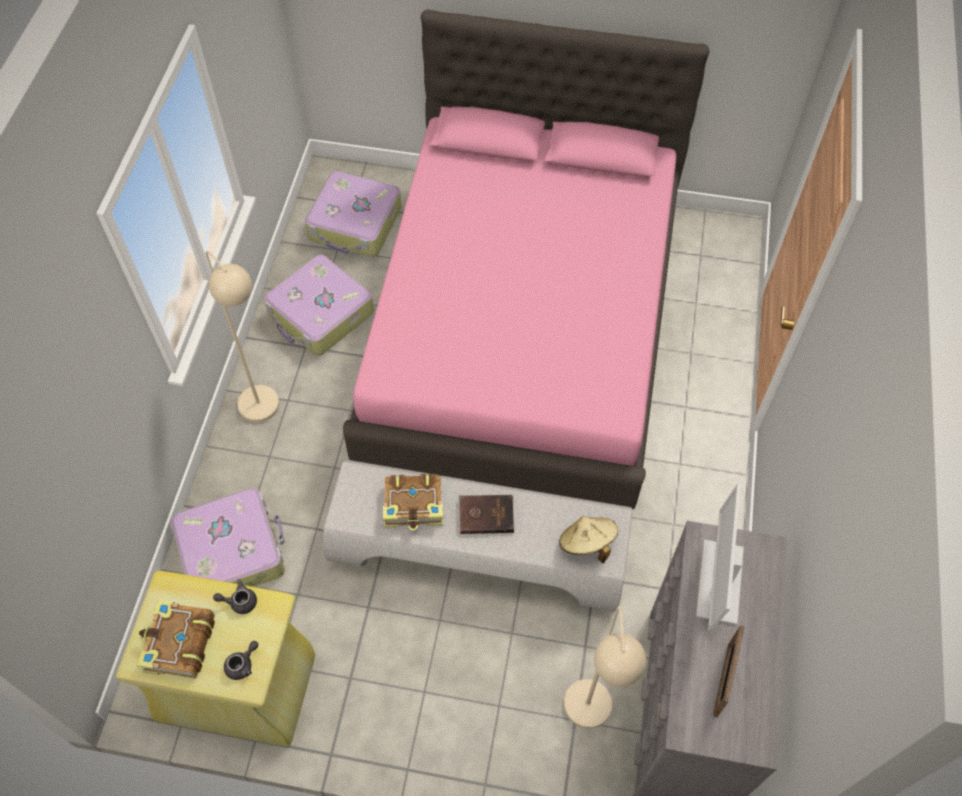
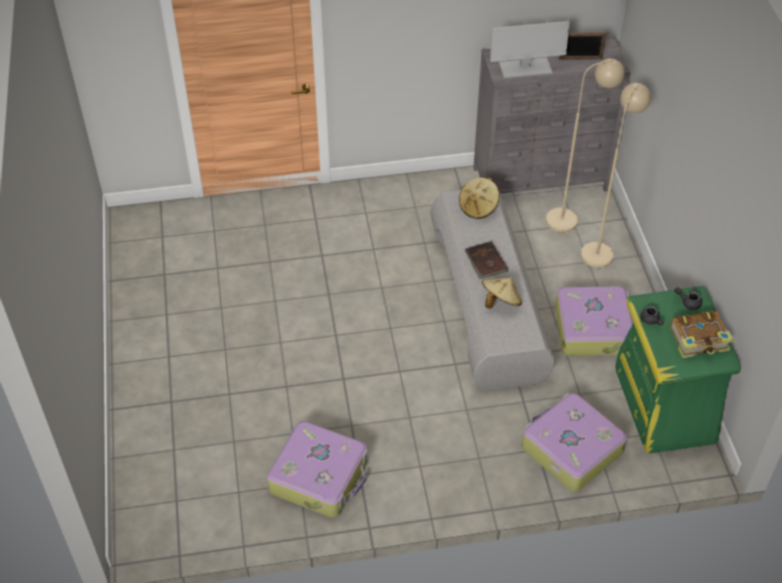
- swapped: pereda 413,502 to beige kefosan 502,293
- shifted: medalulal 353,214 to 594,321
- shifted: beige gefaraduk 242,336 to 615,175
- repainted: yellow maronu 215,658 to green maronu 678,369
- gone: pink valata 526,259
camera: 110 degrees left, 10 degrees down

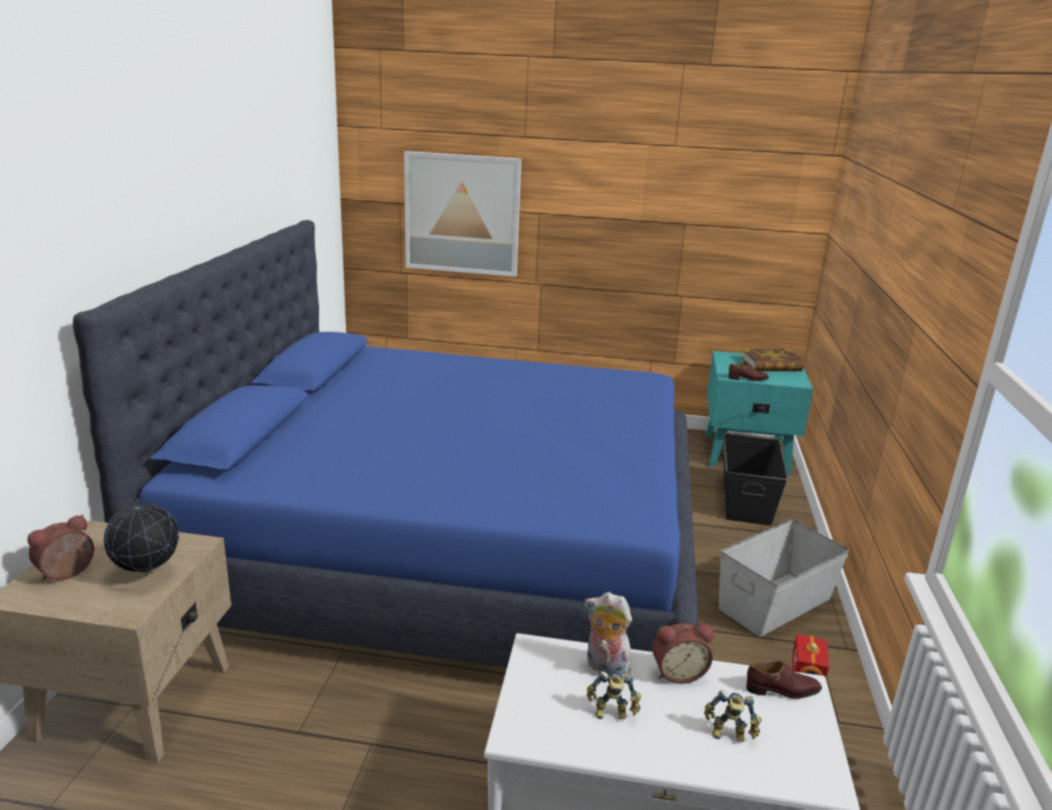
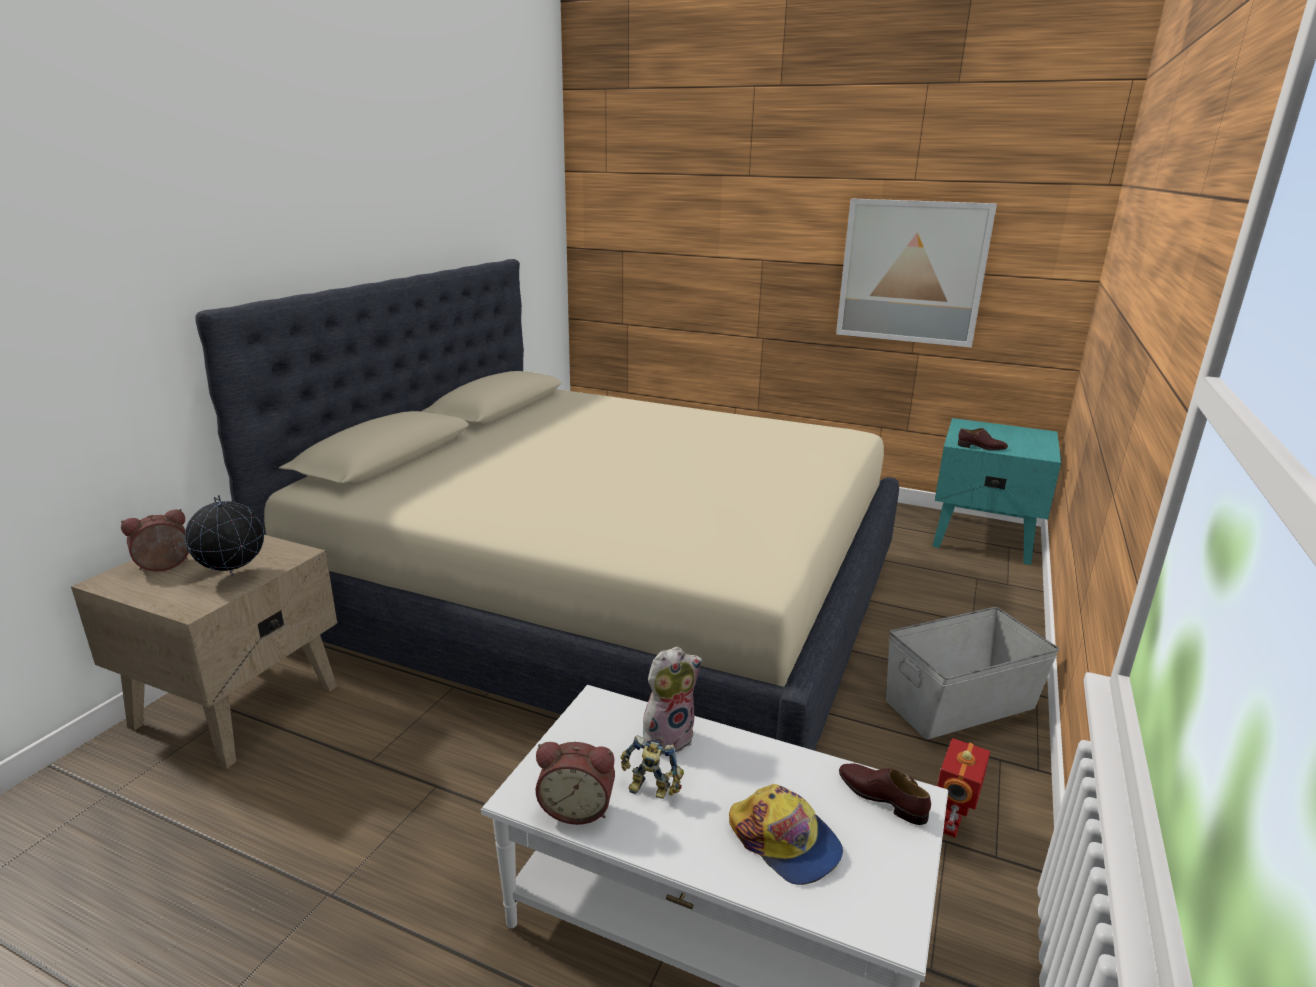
- repainted: blue valata 385,443 to beige valata 547,505
- shifted: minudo 683,653 to 575,783
- rotated: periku 608,635 = 672,700 105 degrees clockwise
- swapped: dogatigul 732,716 to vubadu 786,834
- shifted: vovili 462,214 to 916,273
- rotated: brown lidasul 784,680 = 885,794 150 degrees counterclockwise
- gone: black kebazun 755,479
- gone: pereda 772,359
camera: 15 degrees right, 0 degrees up

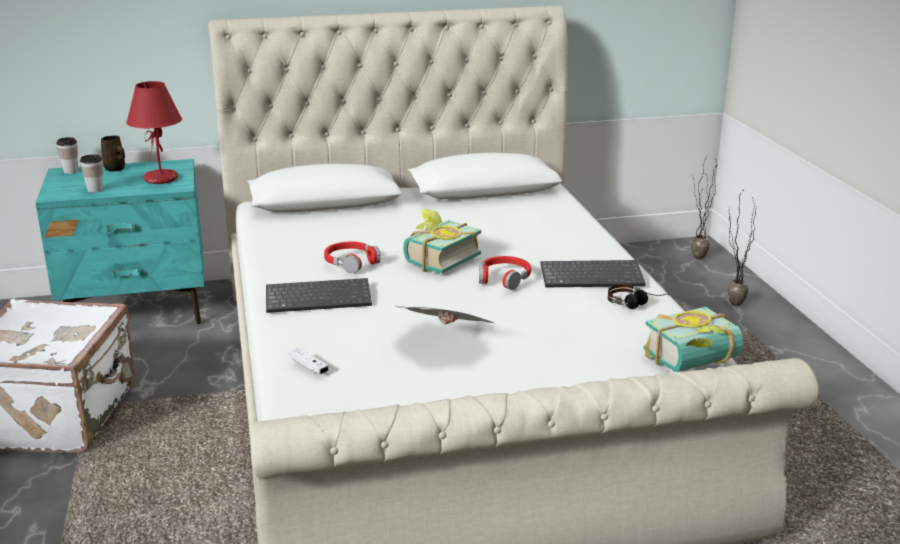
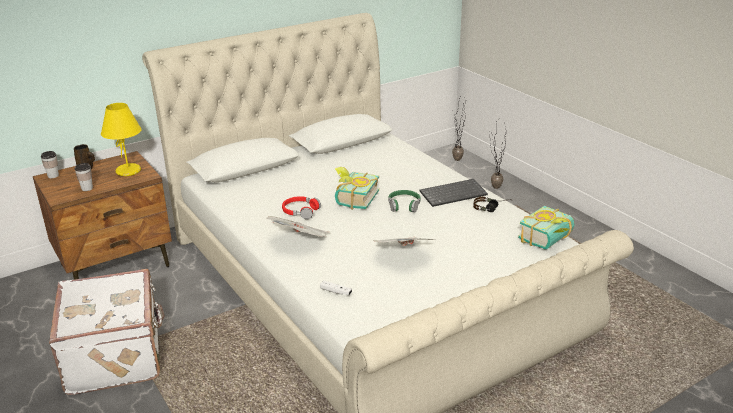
- repainted: turquoise maronu 120,241 to brown maronu 102,215
- repainted: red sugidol 154,132 to yellow sugidol 121,139
- swapped: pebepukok 319,295 to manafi 298,226
- repainted: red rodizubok 505,273 to green rodizubok 404,201
camera: 20 degrees left, 5 degrees up

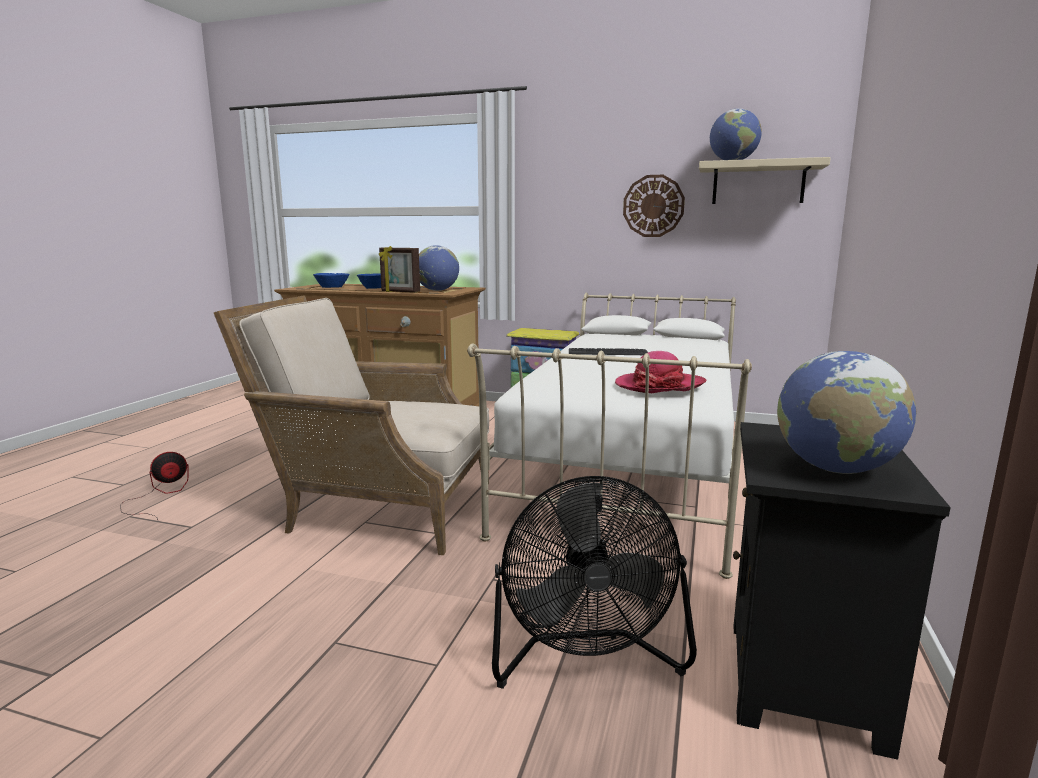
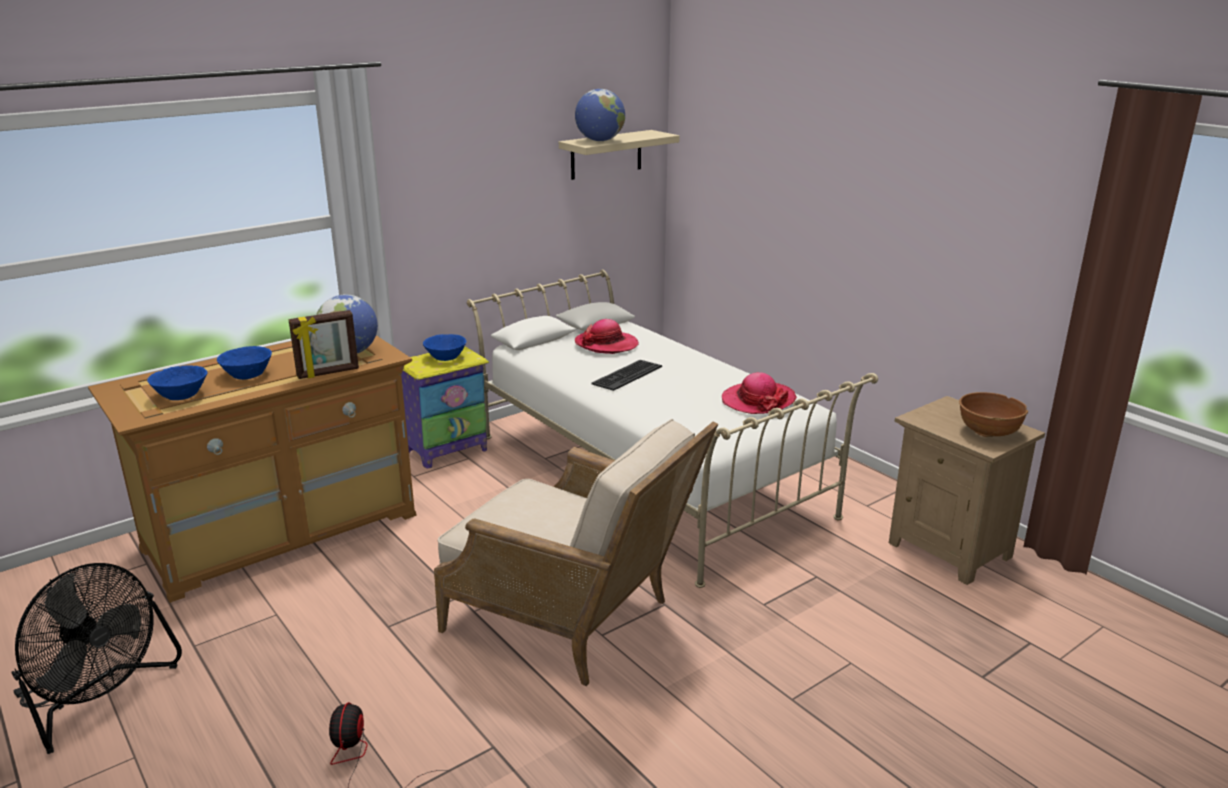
- shifted: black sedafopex 594,582 to 96,658
- new: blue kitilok 444,347
- rotated: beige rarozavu 351,425 = 576,552 105 degrees counterclockwise
- new: kefosan 607,336
- repainted: black maronu 842,591 to beige maronu 967,490
- swapped: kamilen 847,412 to brown kitilok 993,414
- gone: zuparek 654,206
camera: 55 degrees left, 10 degrees up

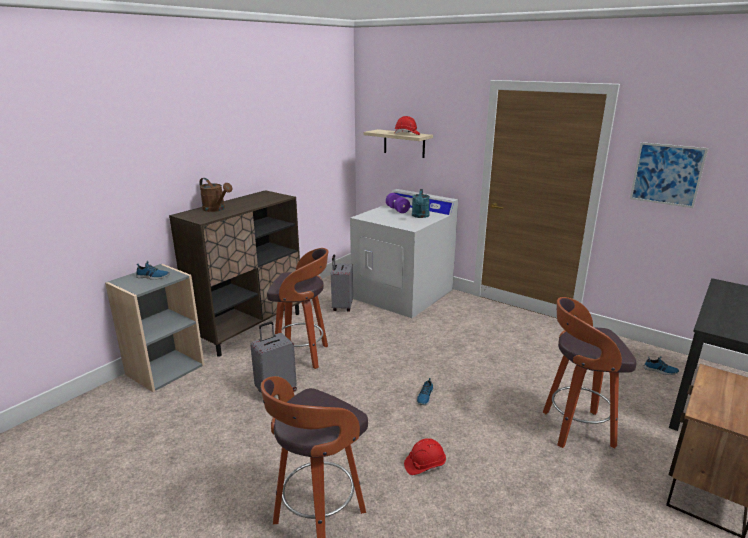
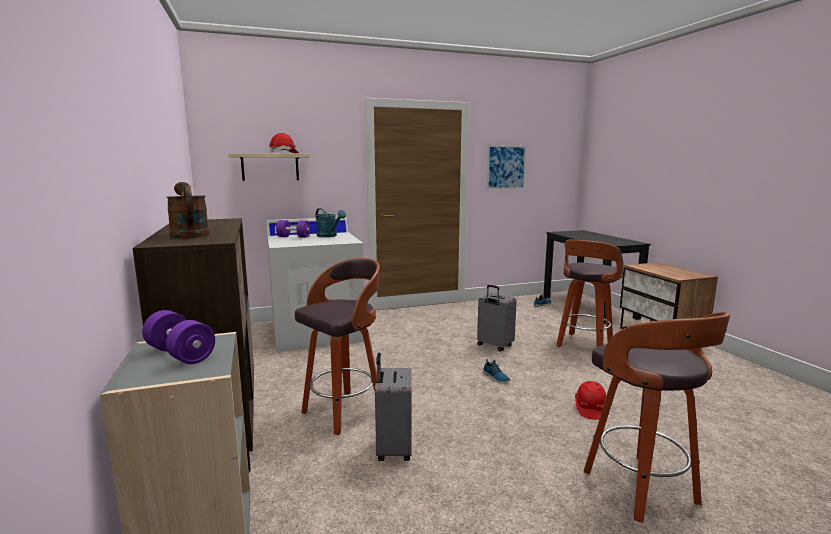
- swapped: lidasul 153,270 to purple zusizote 178,337
- rotated: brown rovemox 216,195 = 187,210 105 degrees counterclockwise
- shifted: grey medalulal 342,282 to 497,318
camera: 55 degrees left, 10 degrees down

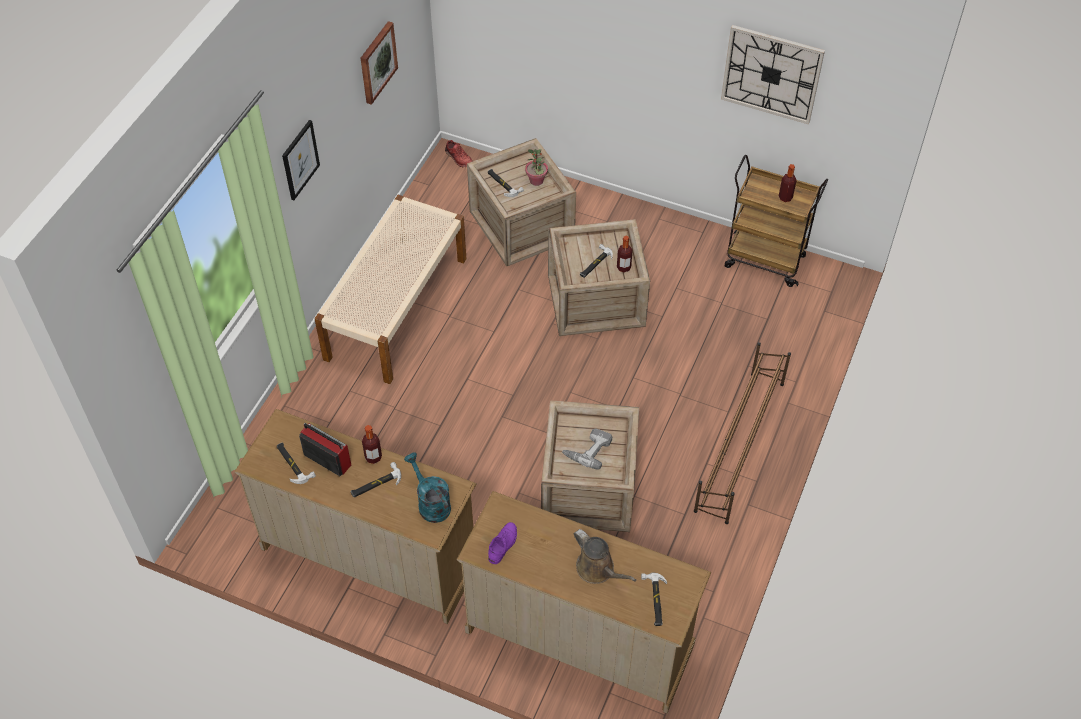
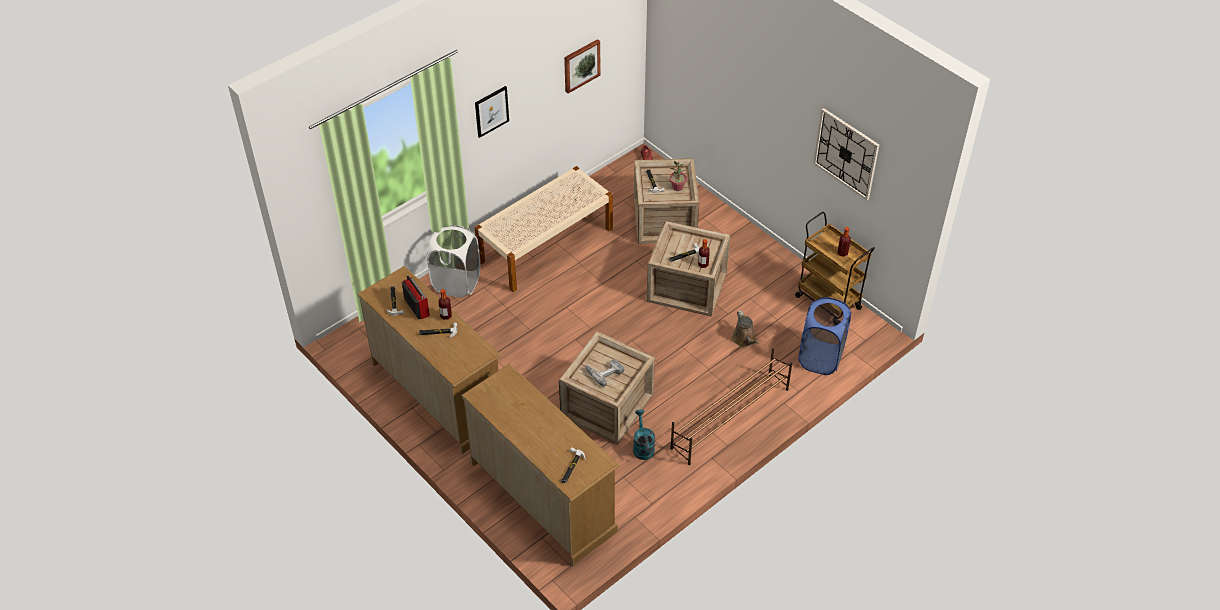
- new: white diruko 453,261
- shifted: turquoise rovemox 427,488 to 644,434
- shifted: brown rovemox 605,556 to 745,329
- new: blue diruko 825,336
- gone: purple lidasul 502,543
camera: 25 degrees right, 5 degrees down

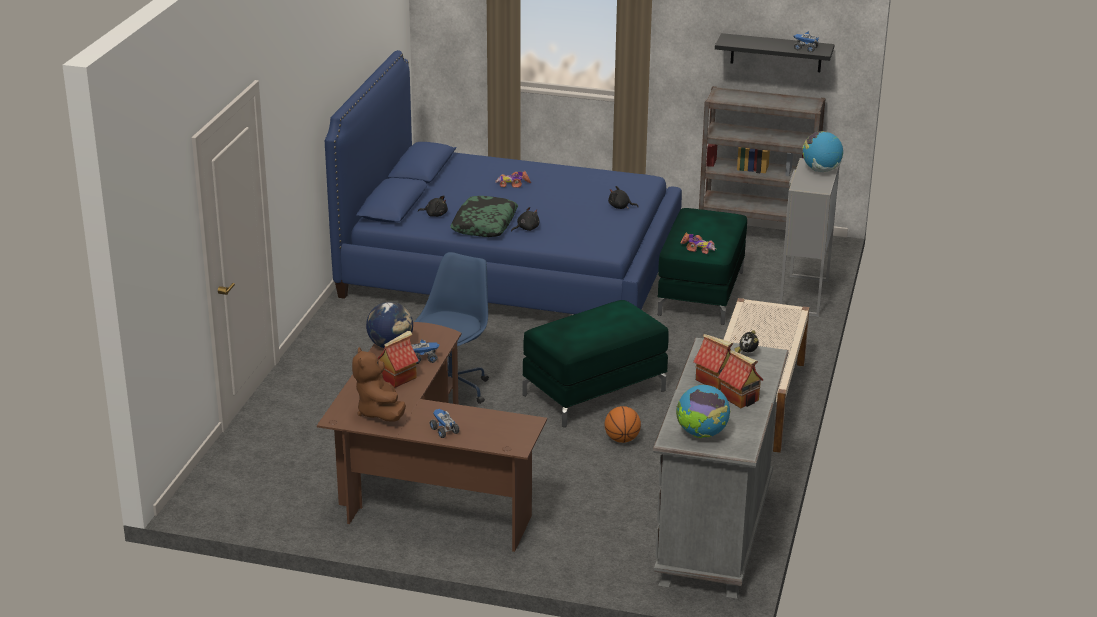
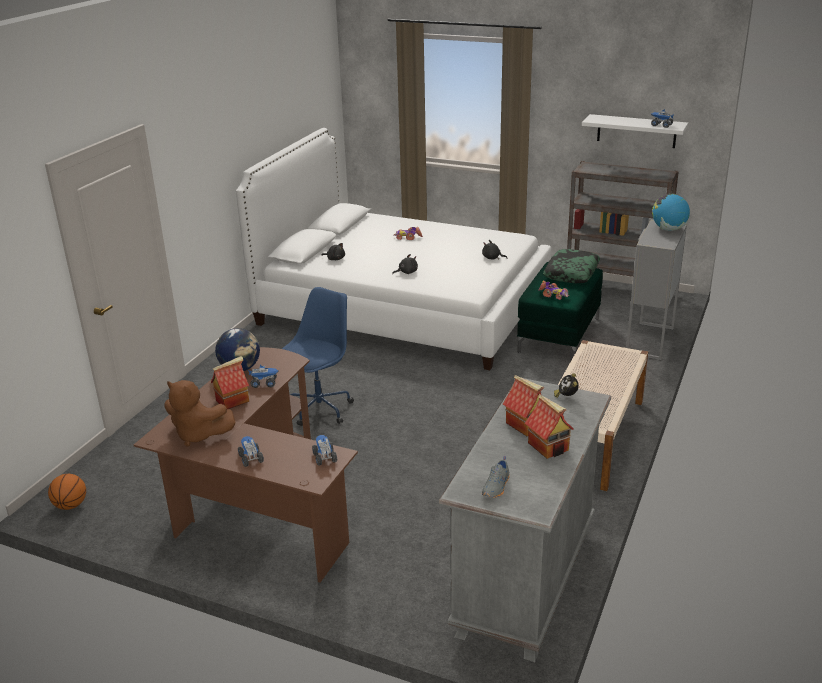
- shifted: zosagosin 623,424 to 67,492
- rotated: brown periku 379,384 = 200,413 60 degrees counterclockwise
- repainted: blue valata 503,182 to white valata 393,249
- new: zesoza 324,450
- swapped: kamilen 703,411 to grey lidasul 496,477
- shifted: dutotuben 484,216 to 571,266
- repainted: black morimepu 775,52 to white morimepu 635,131
- gone: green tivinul 596,363
camera: 10 degrees right, 0 degrees up

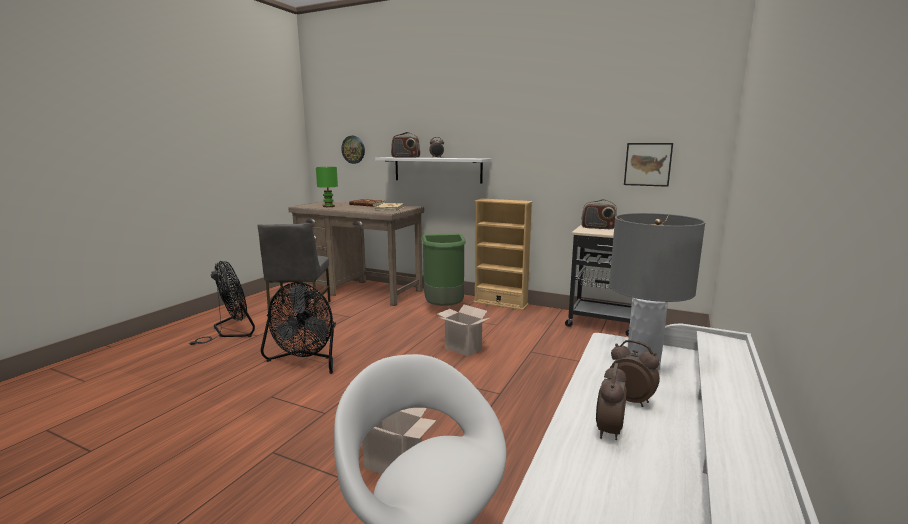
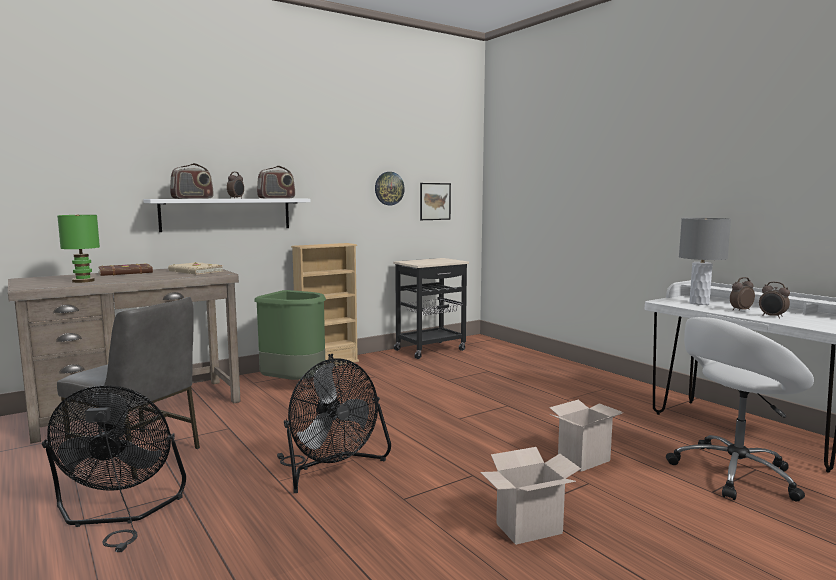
- shifted: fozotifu 599,214 to 276,182
- shifted: zuparek 353,150 to 390,188
- shifted: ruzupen 463,331 to 530,496
camera: 60 degrees left, 5 degrees down

